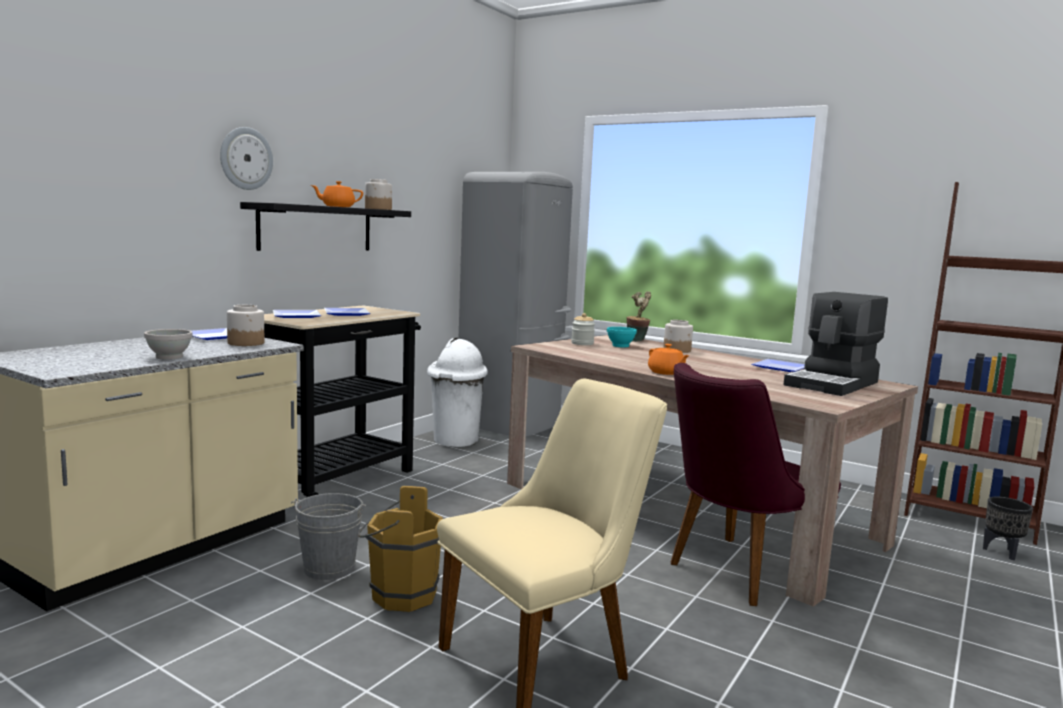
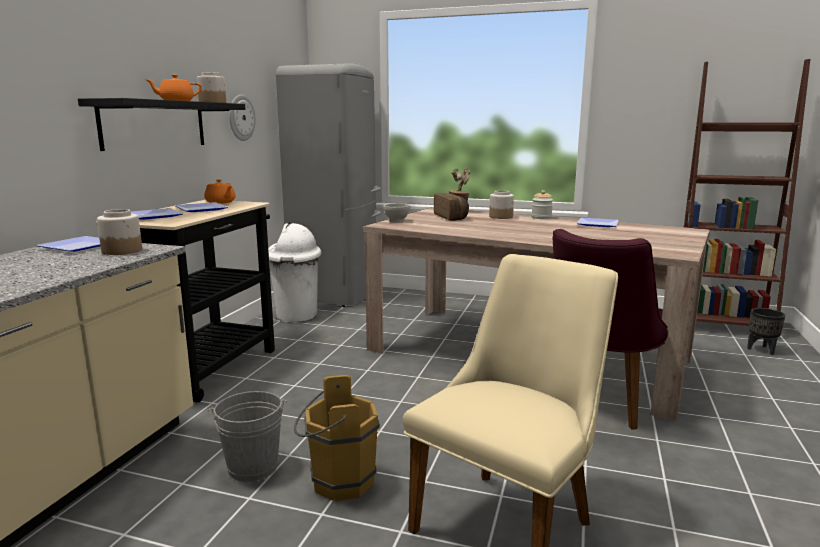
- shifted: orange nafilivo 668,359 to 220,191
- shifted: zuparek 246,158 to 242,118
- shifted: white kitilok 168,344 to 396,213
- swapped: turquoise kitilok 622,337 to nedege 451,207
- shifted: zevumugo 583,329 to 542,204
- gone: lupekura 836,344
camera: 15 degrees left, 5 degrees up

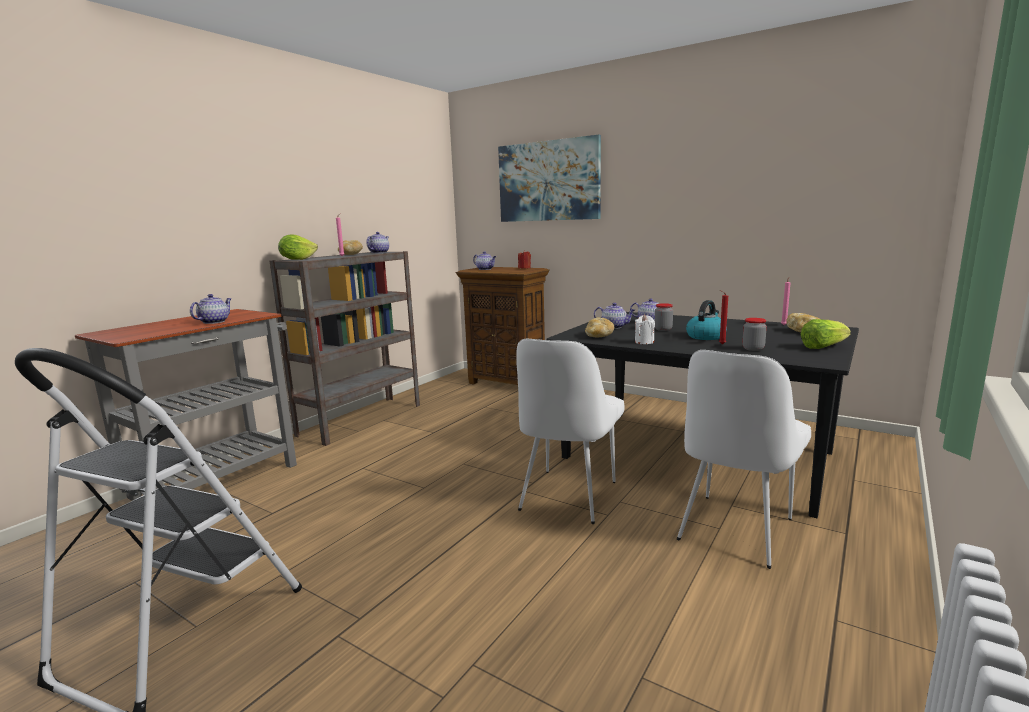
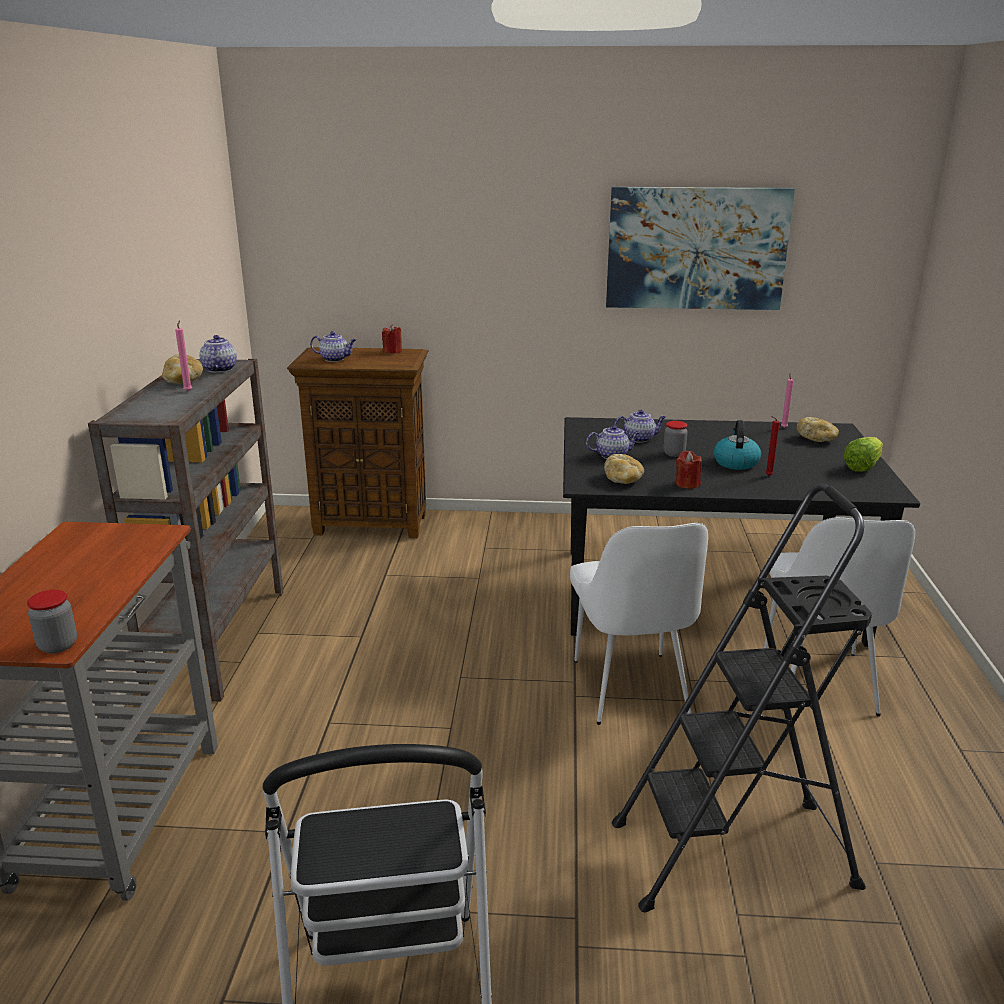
- shifted: zevumugo 754,334 to 52,621
- shifted: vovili 549,178 to 700,248
- new: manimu 742,698
- repainted: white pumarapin 645,329 to red pumarapin 689,470
- gone: nafilivo 211,309
- gone: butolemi 298,247
camera: 30 degrees left, 10 degrees up

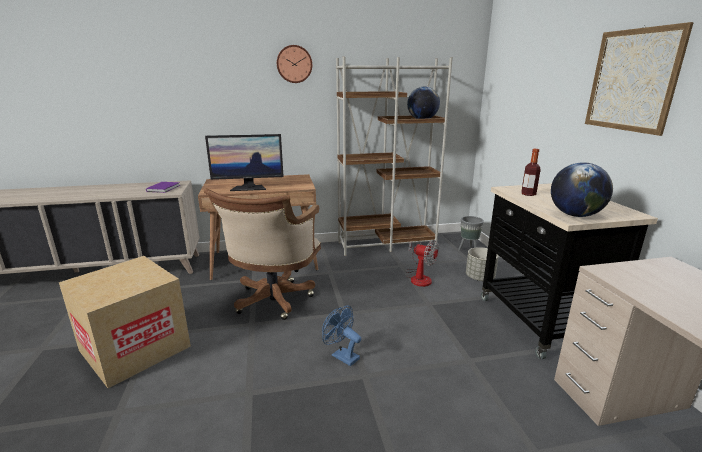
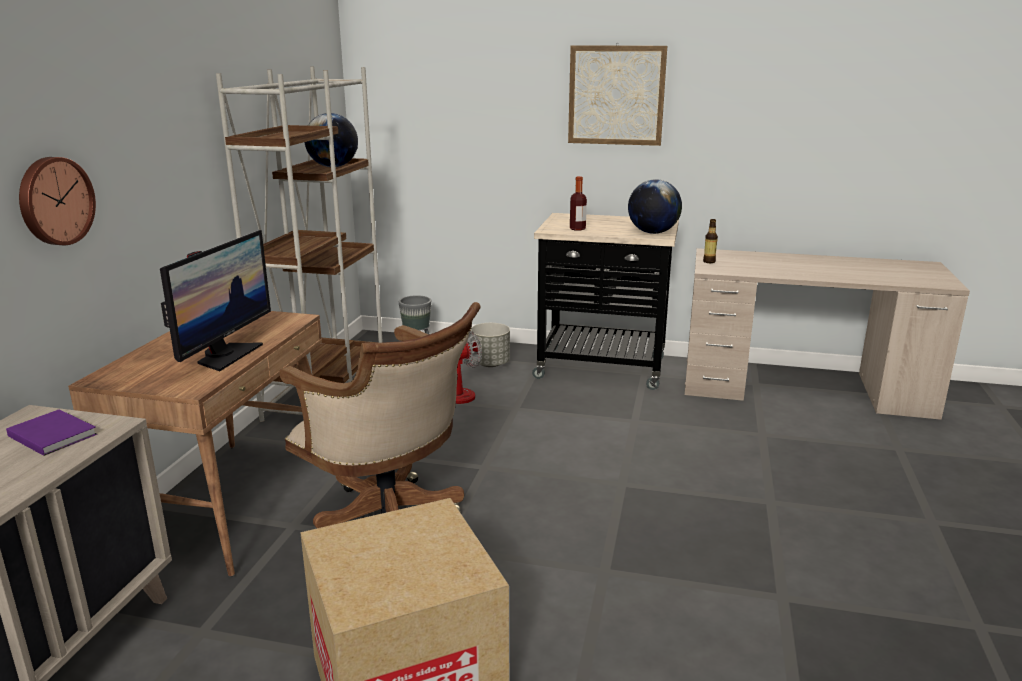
- shifted: zuparek 294,64 to 57,201
- new: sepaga 710,241
- gone: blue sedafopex 341,336
camera: 65 degrees left, 0 degrees up

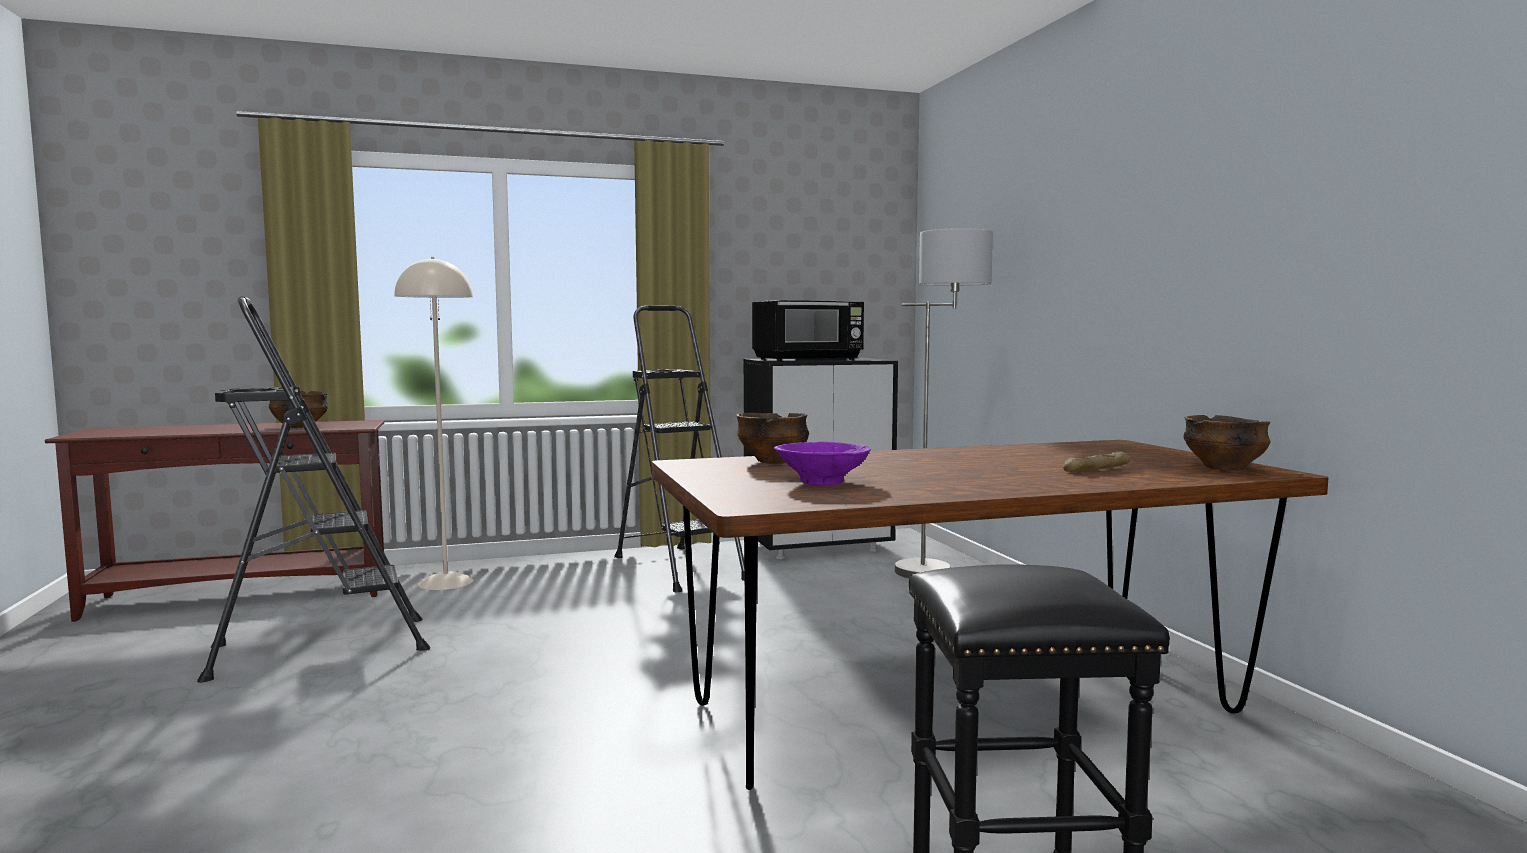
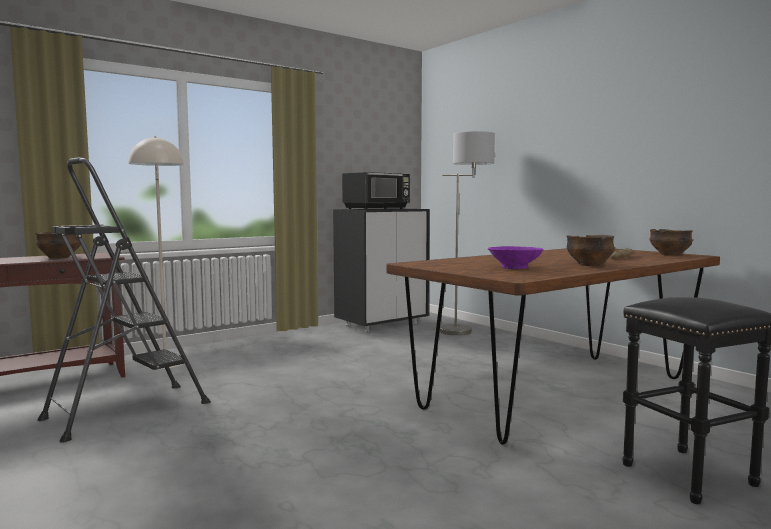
- shifted: kitilok 772,438 to 591,250
- gone: manimu 679,448
camera: 20 degrees left, 0 degrees up

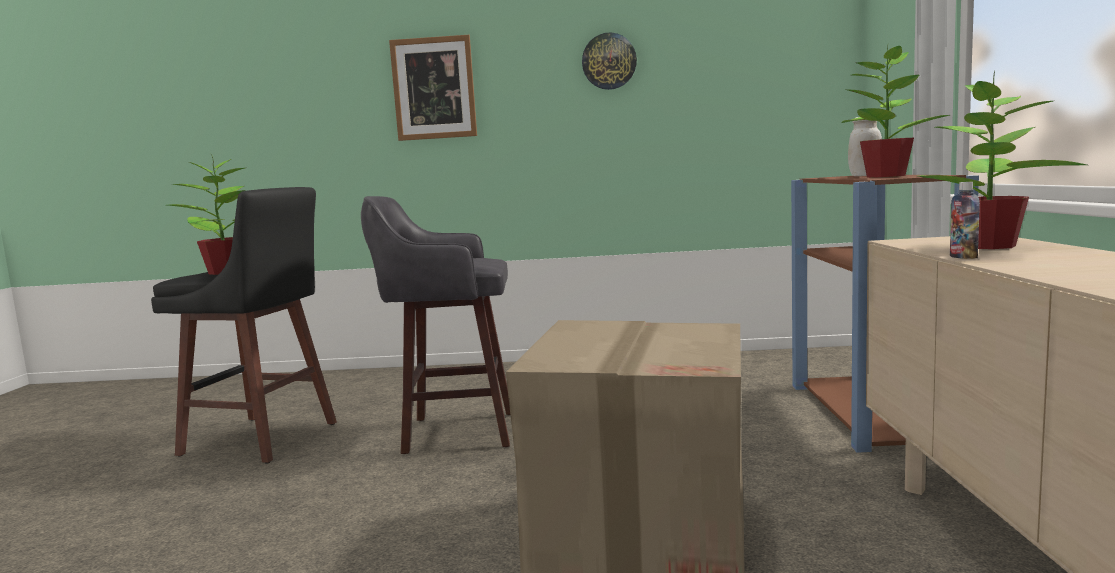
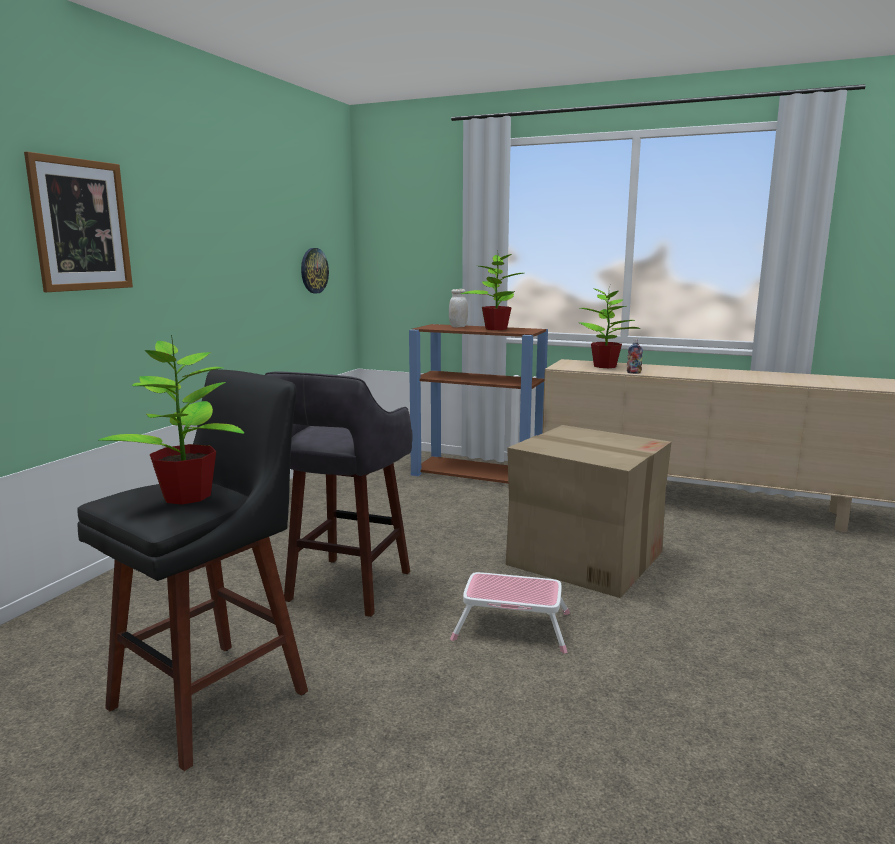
- shifted: zuparek 609,61 to 315,270
- new: pink manimu 510,613
camera: 70 degrees left, 5 degrees up

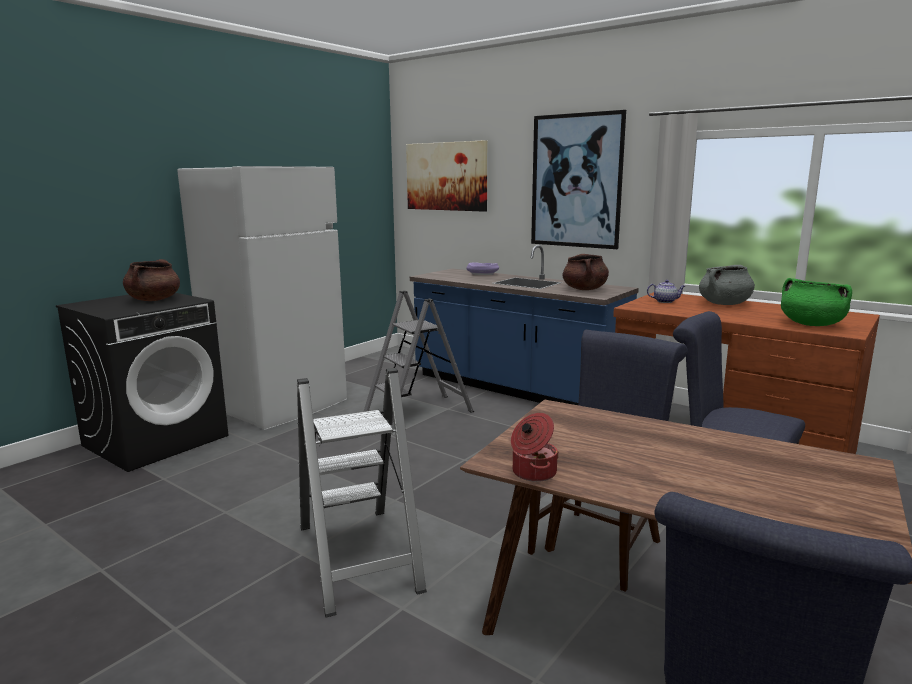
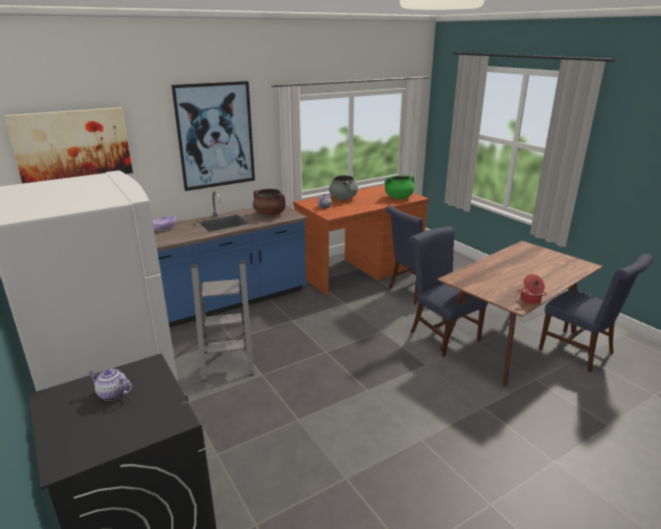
- swapped: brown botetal 151,280 to nafilivo 110,385
- gone: grey manimu 362,493
camera: 70 degrees left, 10 degrees up

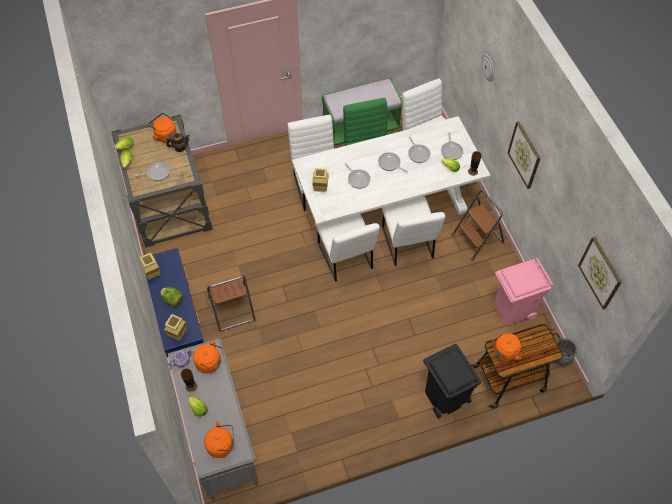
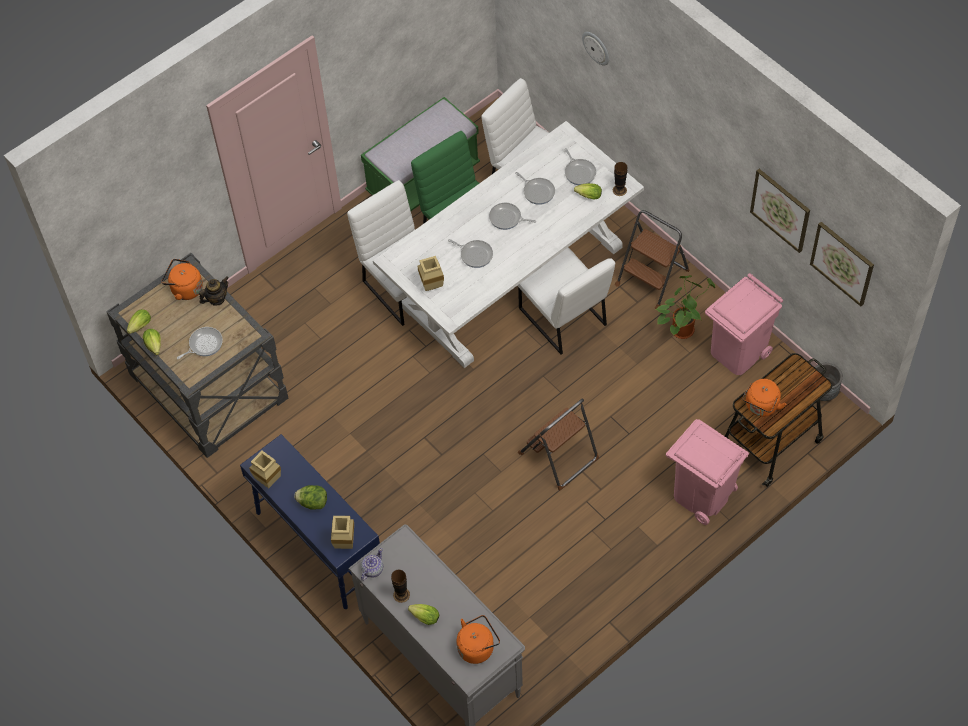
- shifted: brown manimu 231,304 to 558,444
- new: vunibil 685,307
- repainted: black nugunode 452,381 to pink nugunode 707,472
- shifted: vovili 524,155 to 780,211
- gone: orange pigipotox 208,356
- gone: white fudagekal 347,248
camera: 20 degrees left, 0 degrees up

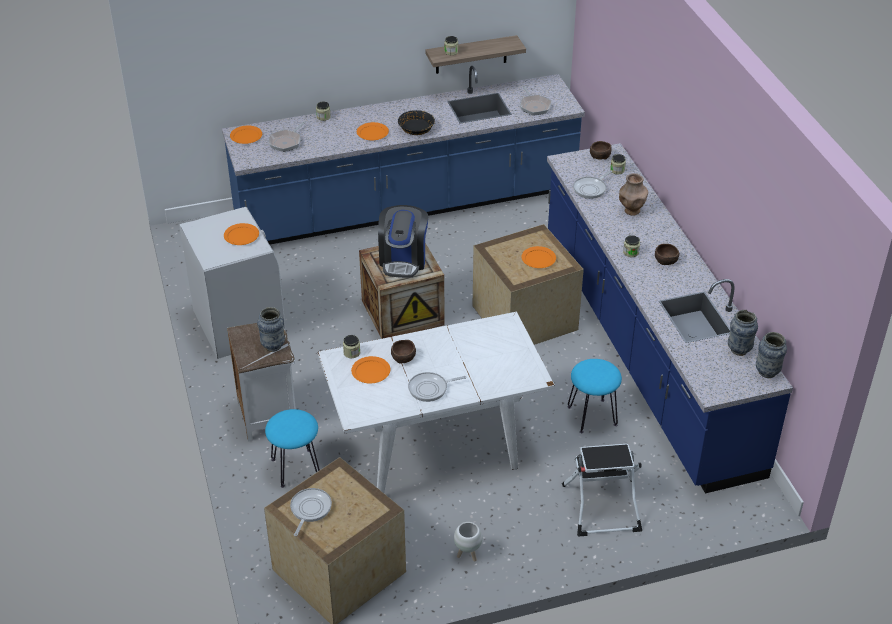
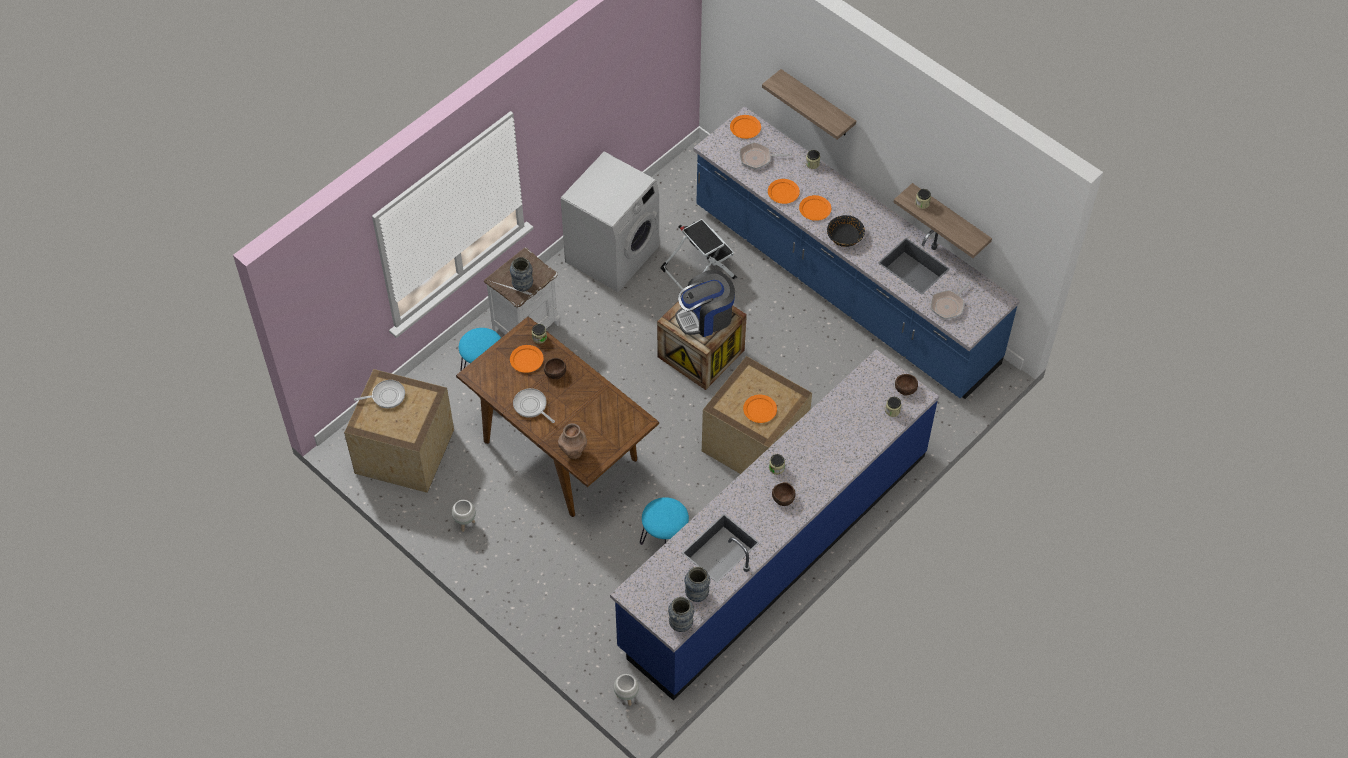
- repainted: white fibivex 436,402 to brown fibivex 557,416
- shifted: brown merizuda 633,194 to 572,441
- new: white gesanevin 626,690
- shifted: manimu 602,490 to 698,254
- new: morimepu 809,104
- shifted: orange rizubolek 241,234 to 784,191
- gone: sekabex 592,184
camera: 60 degrees right, 15 degrees up

